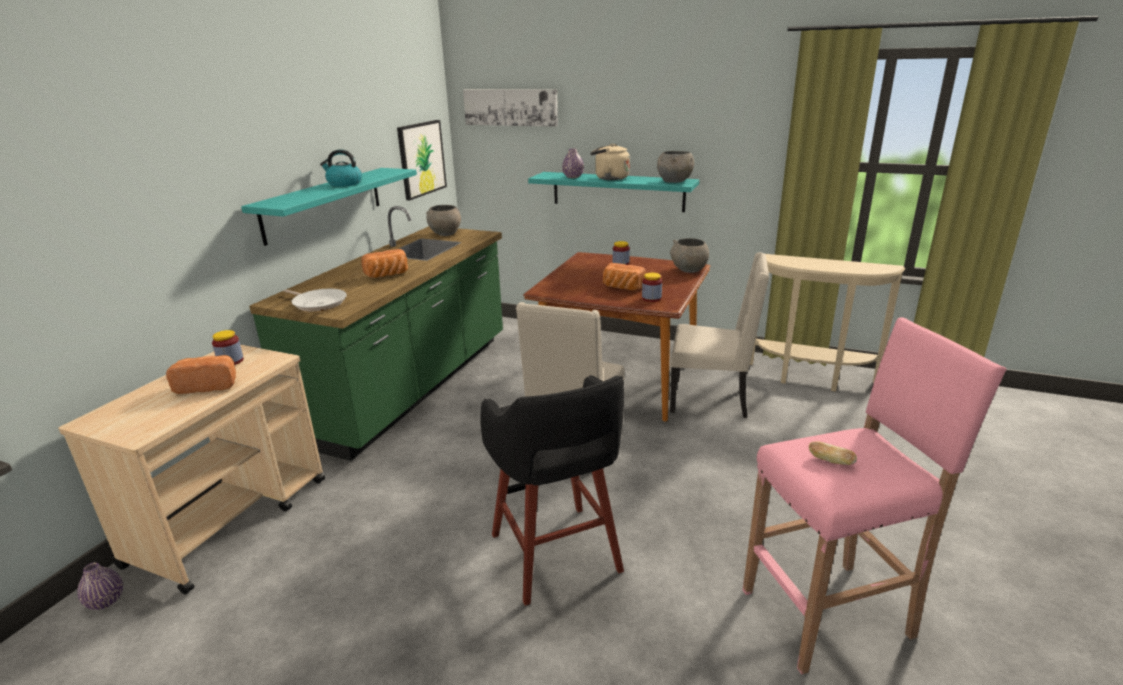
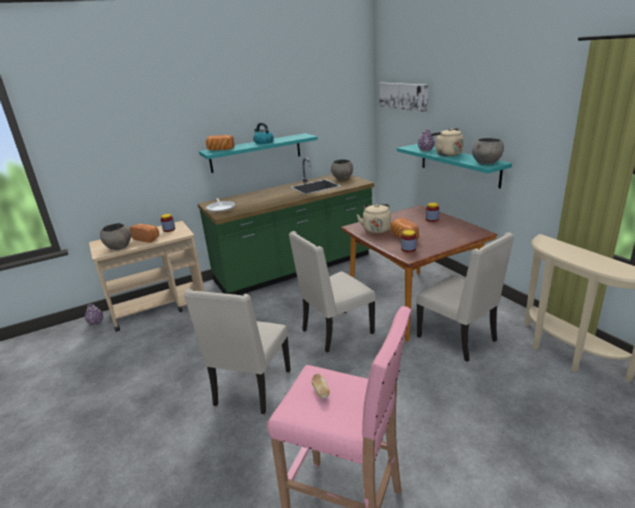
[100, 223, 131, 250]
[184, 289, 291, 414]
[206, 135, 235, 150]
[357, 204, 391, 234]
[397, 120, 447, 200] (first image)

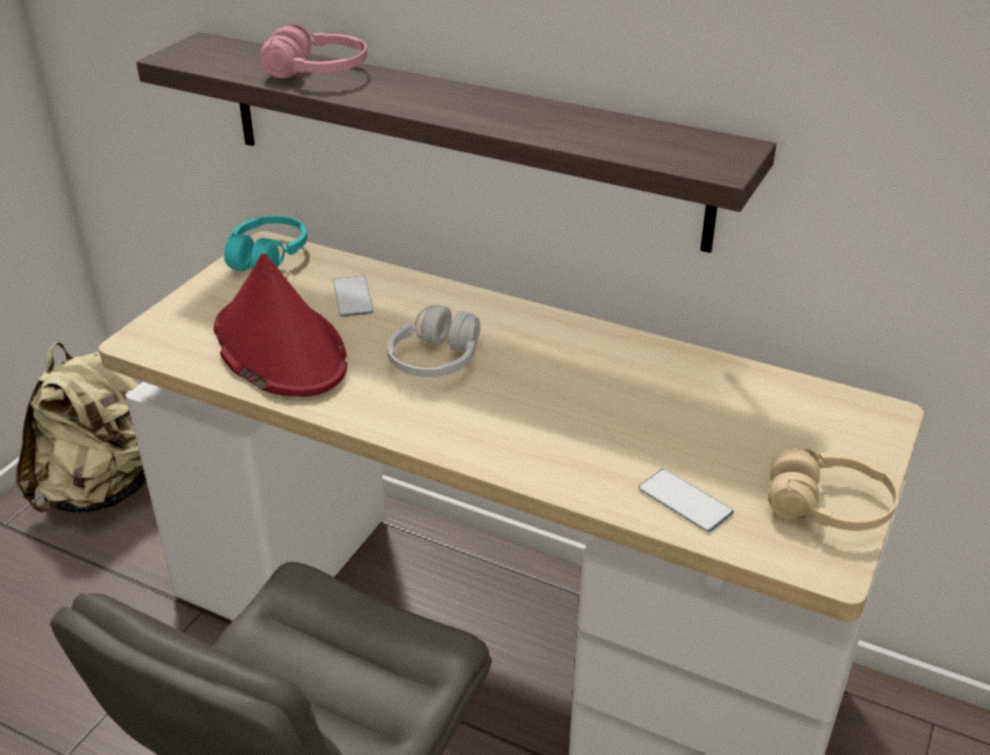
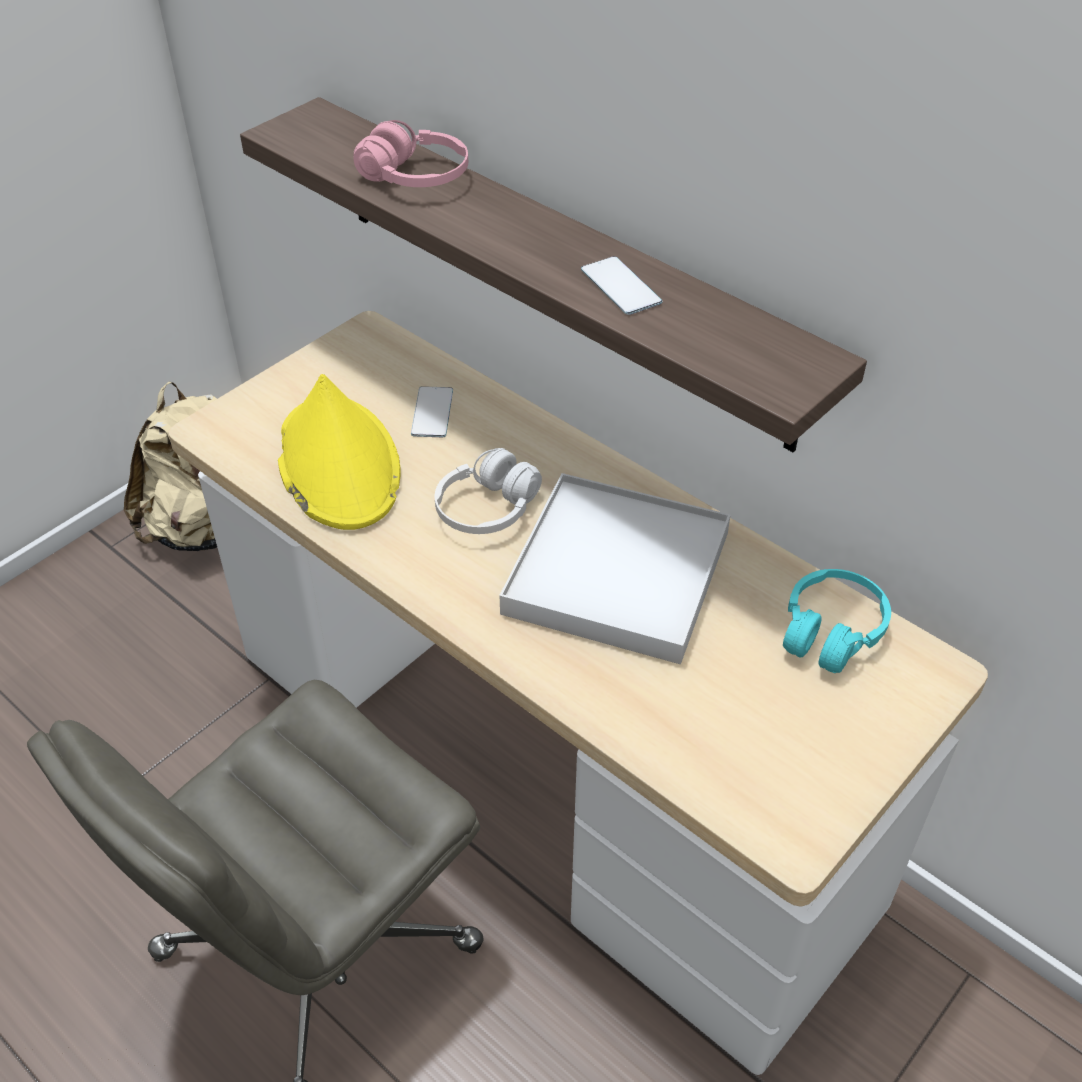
[278, 374, 401, 530]
[499, 473, 730, 664]
[581, 256, 663, 315]
[783, 569, 891, 673]
[768, 448, 898, 531] (first image)

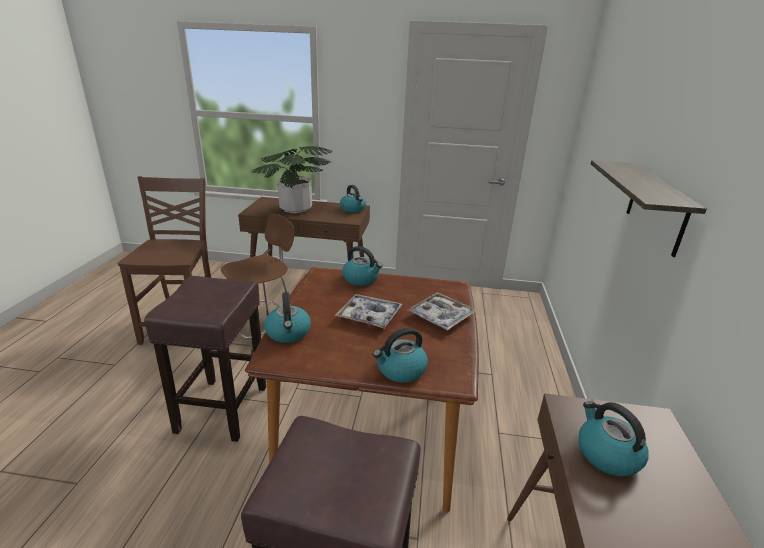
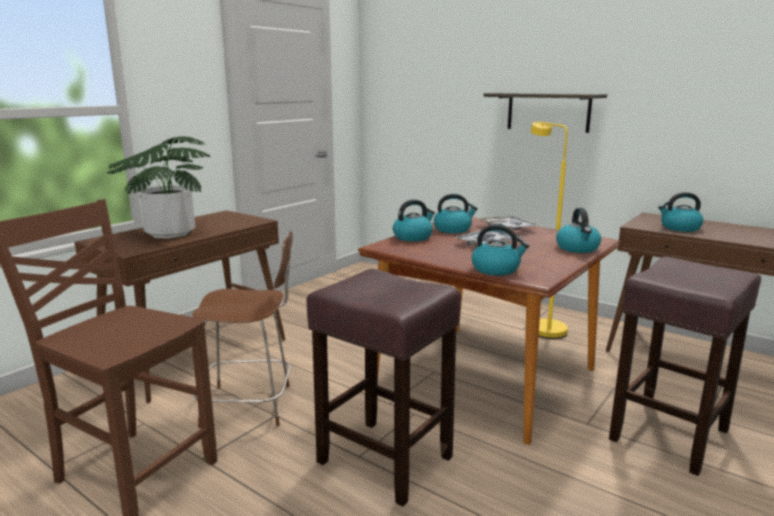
[192, 231, 293, 428]
[434, 194, 478, 233]
[531, 122, 568, 339]

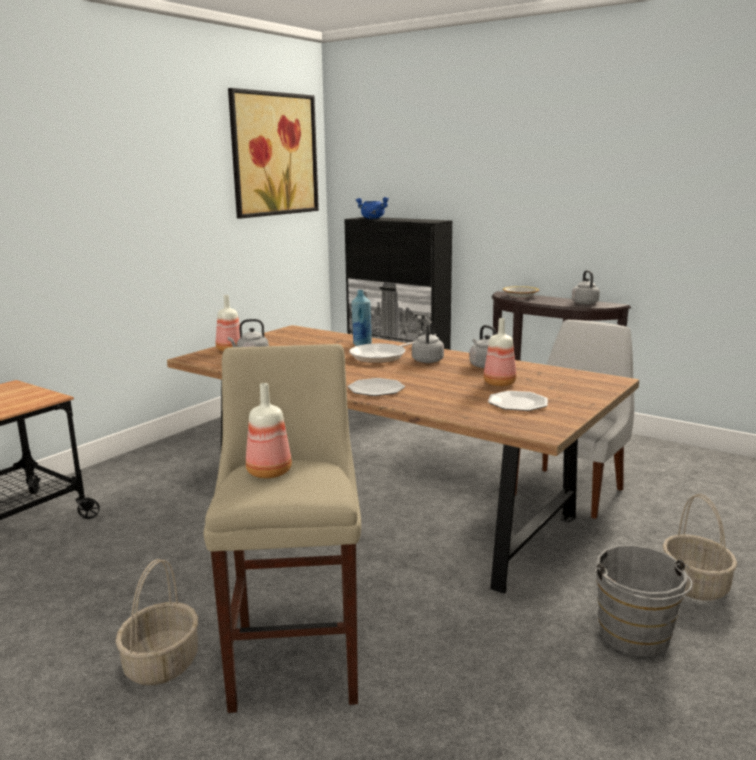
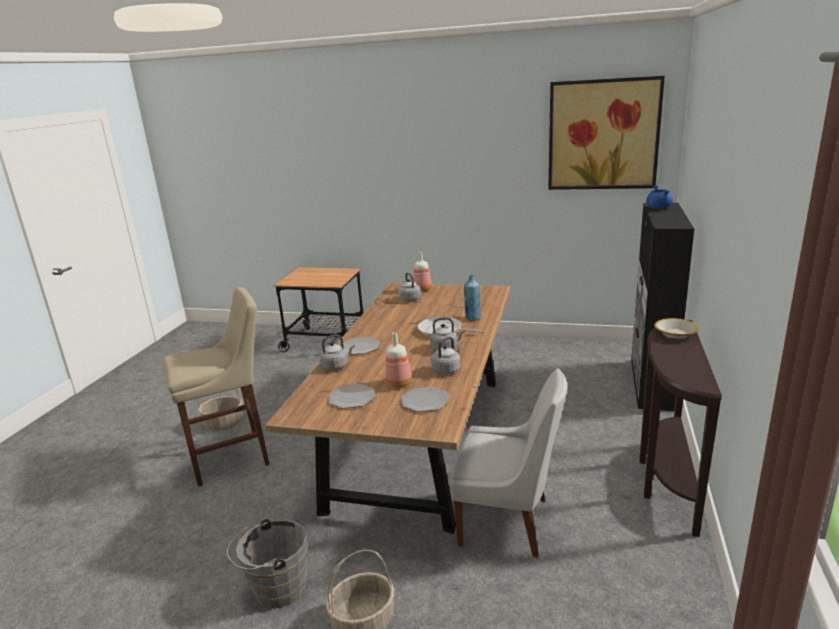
[319, 334, 355, 370]
[401, 387, 449, 412]
[246, 383, 292, 478] (first image)

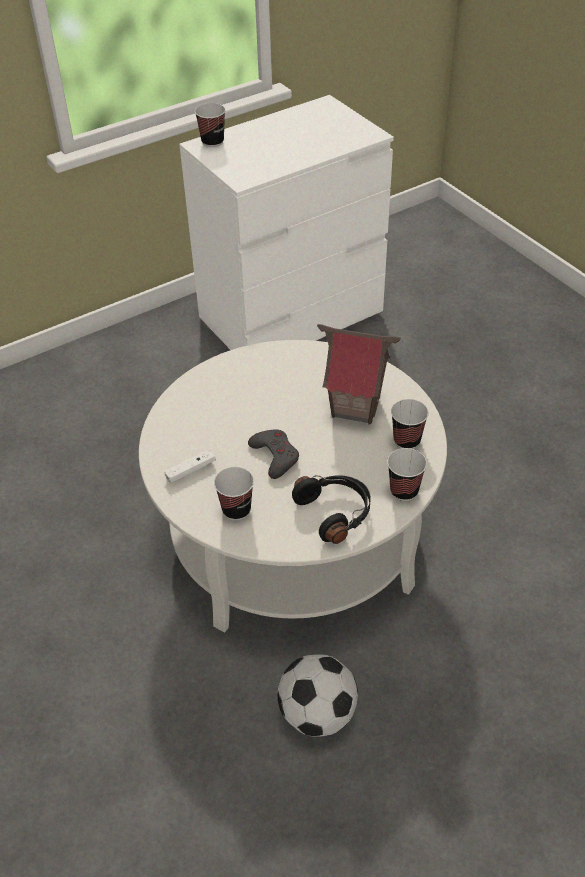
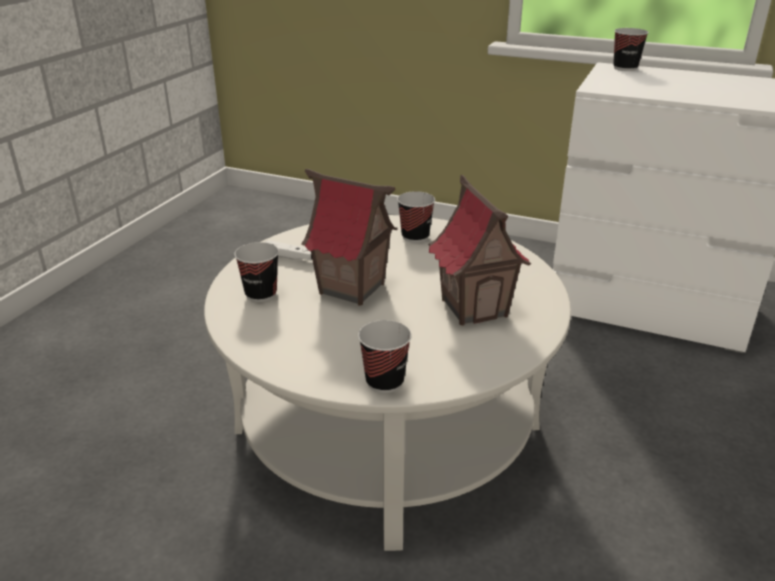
[301, 169, 398, 306]
[397, 191, 435, 243]
[277, 654, 358, 736] (first image)
[292, 475, 371, 544] (first image)

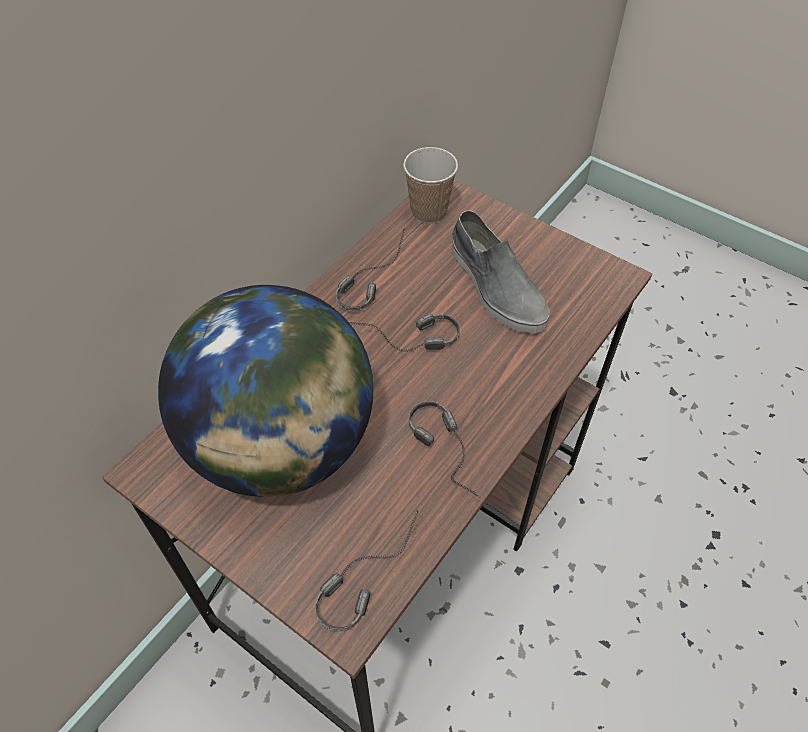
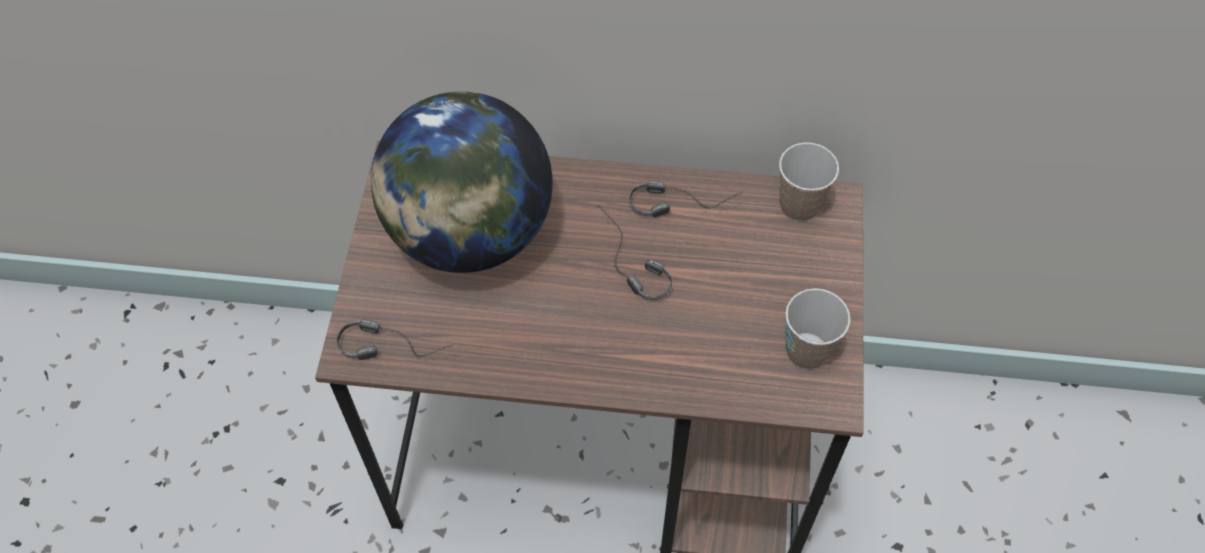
[785, 288, 851, 369]
[409, 401, 482, 498] (first image)
[452, 210, 550, 333] (first image)

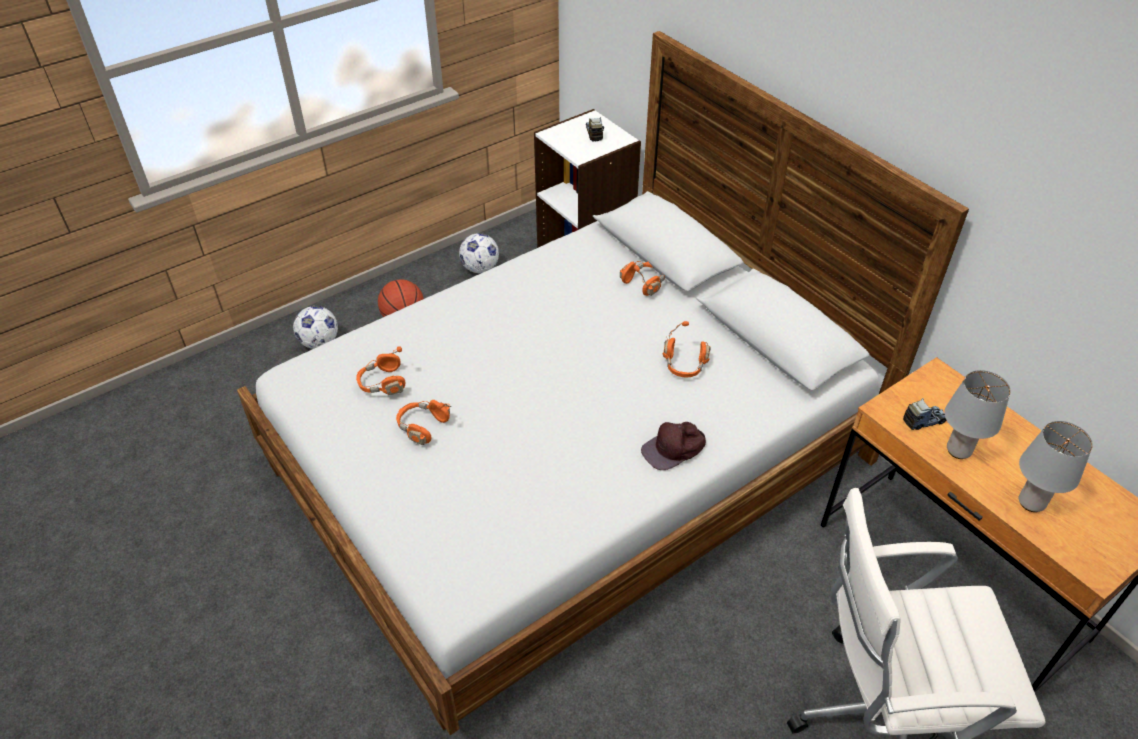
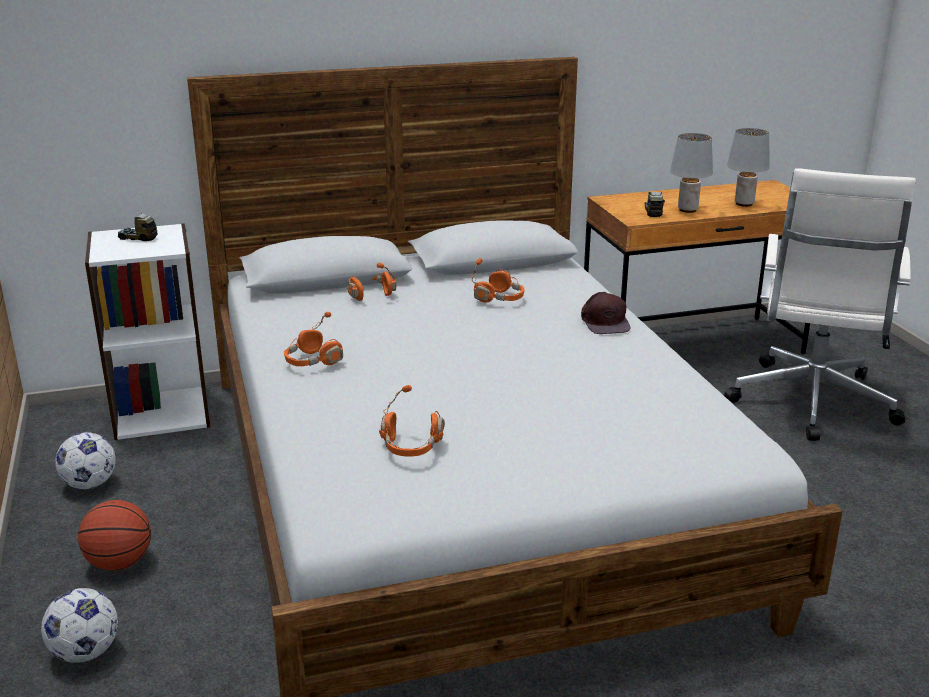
[284, 312, 343, 366]

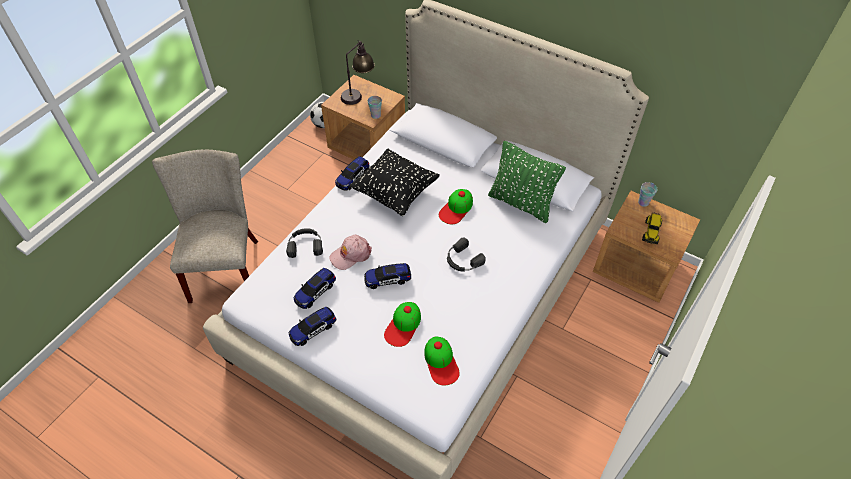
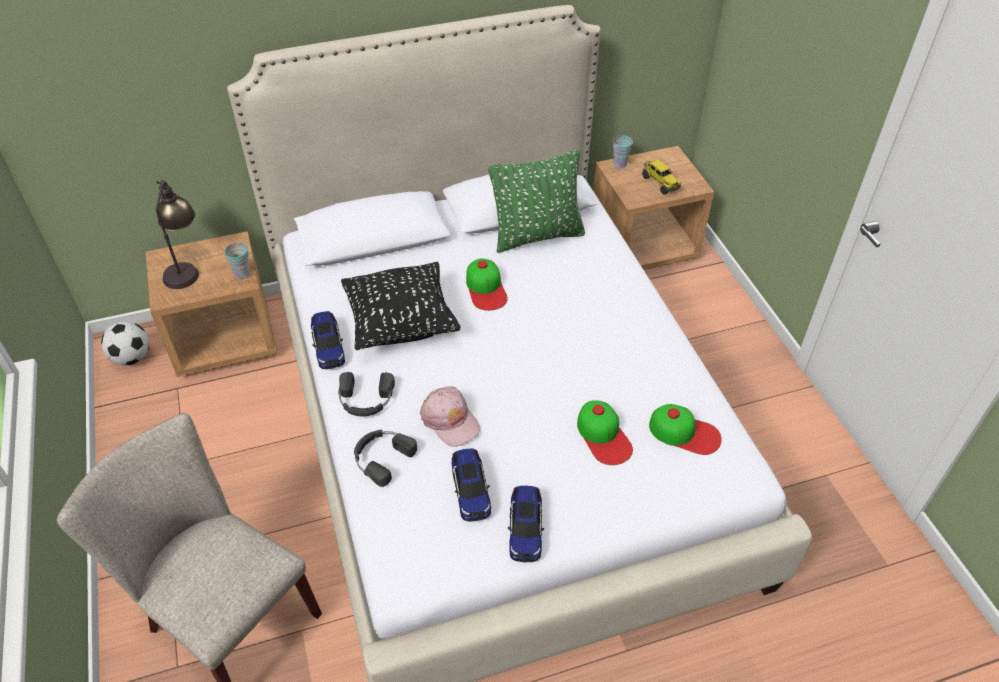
[338, 372, 395, 416]
[420, 386, 481, 447]
[364, 263, 411, 289] (first image)

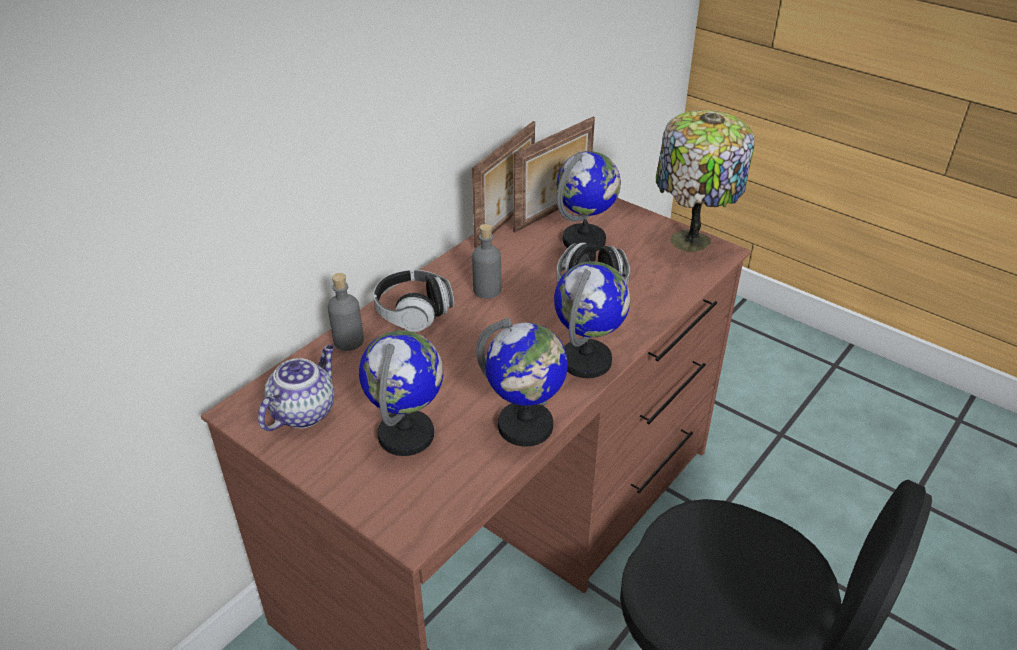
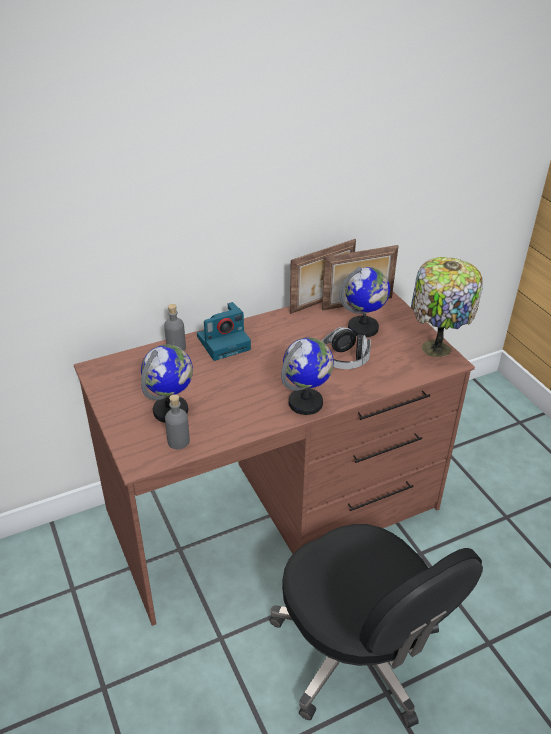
[165, 394, 190, 449]
[197, 302, 251, 361]
[258, 345, 334, 431] (first image)
[476, 318, 568, 447] (first image)

